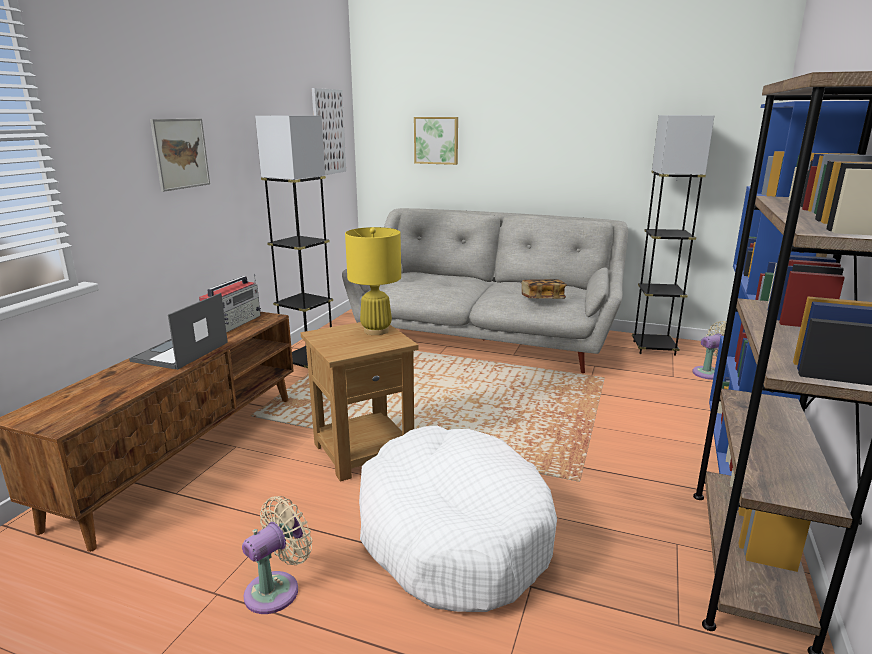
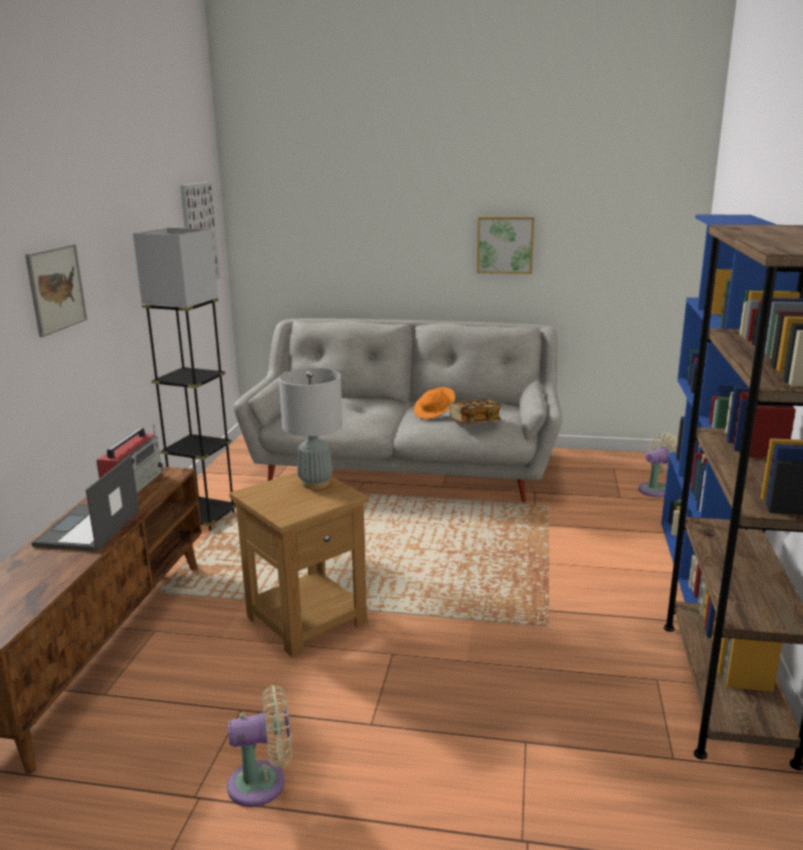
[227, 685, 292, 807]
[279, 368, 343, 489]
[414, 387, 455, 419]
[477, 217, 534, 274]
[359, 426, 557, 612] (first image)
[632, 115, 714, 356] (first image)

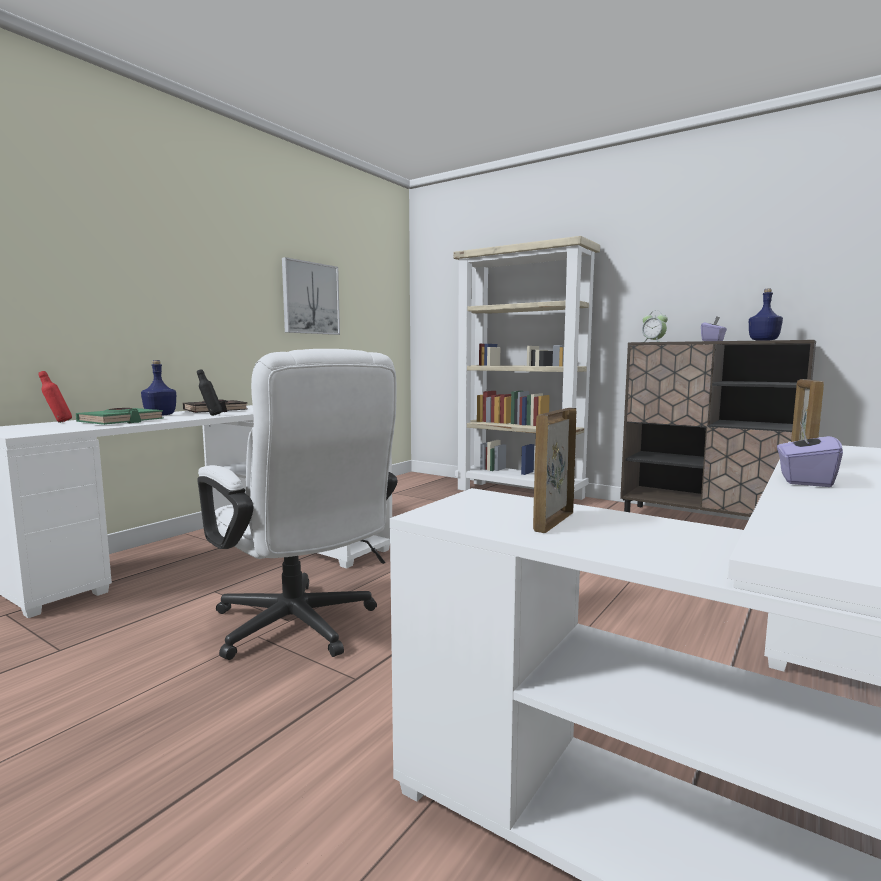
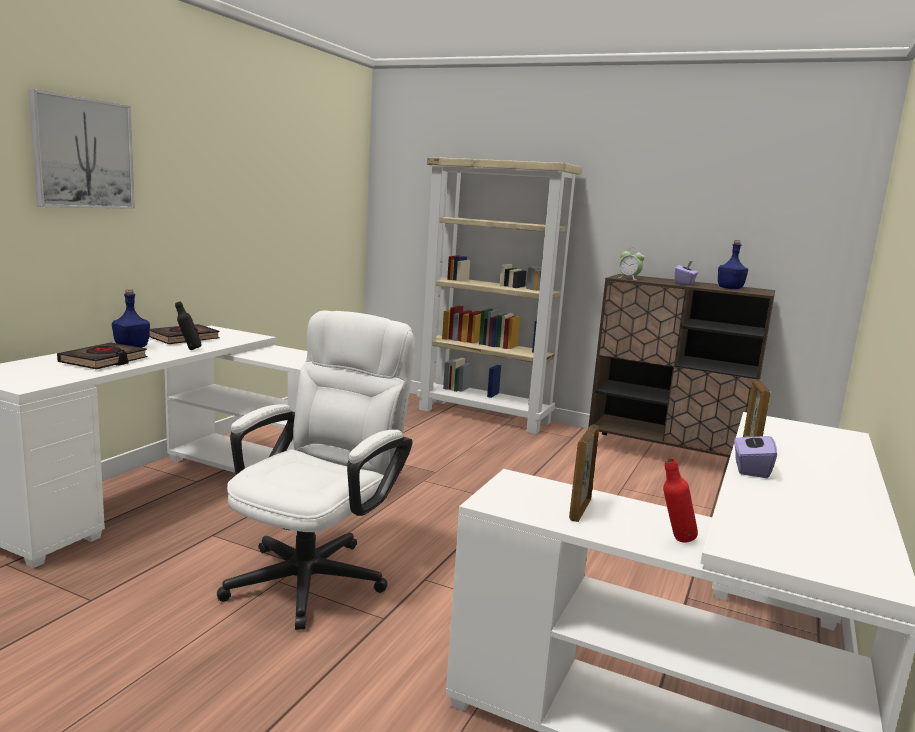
[29, 89, 135, 209]
[57, 342, 147, 370]
[217, 311, 415, 630]
[663, 458, 698, 542]

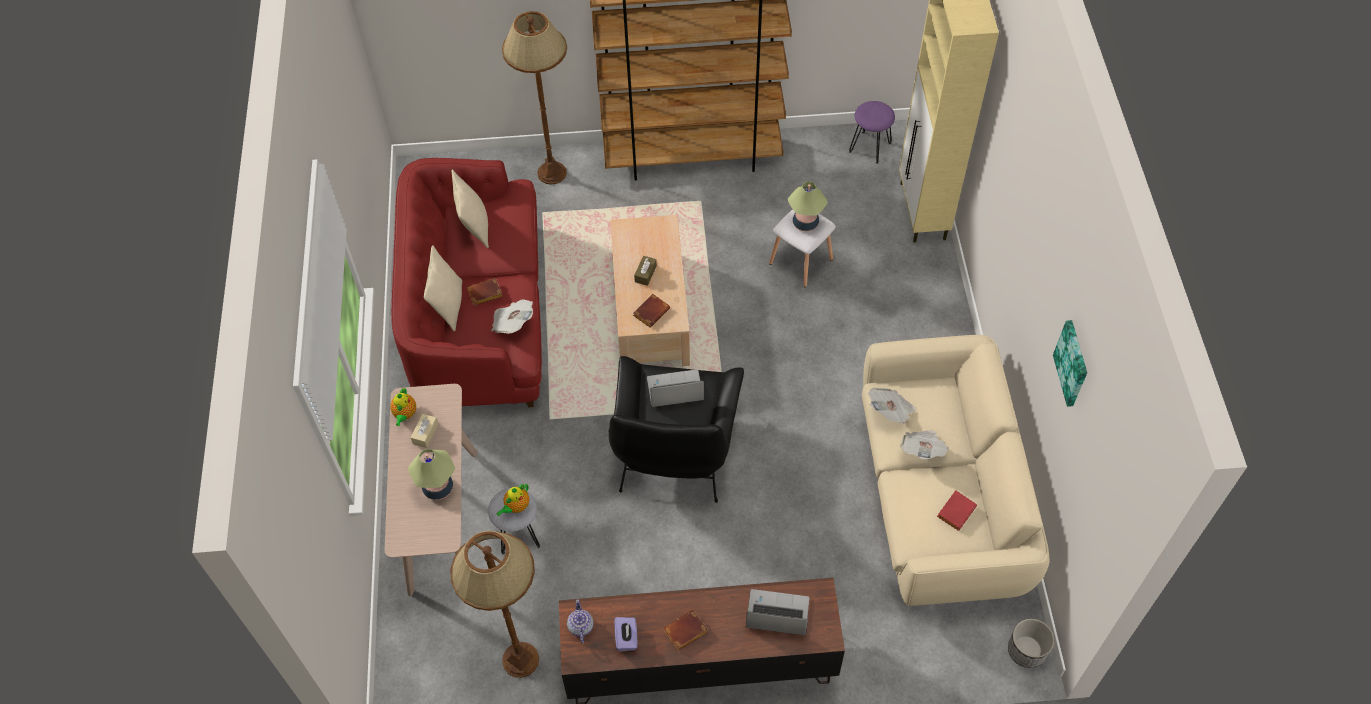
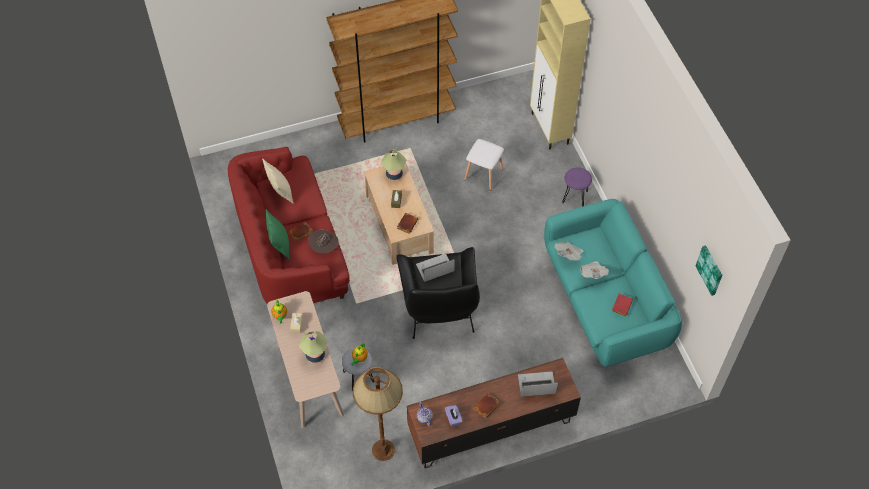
[265, 209, 289, 260]
[308, 229, 339, 253]
[381, 149, 406, 181]
[544, 199, 682, 367]
[562, 168, 592, 207]
[696, 245, 722, 296]
[502, 11, 567, 185] (first image)
[1008, 618, 1054, 668] (first image)

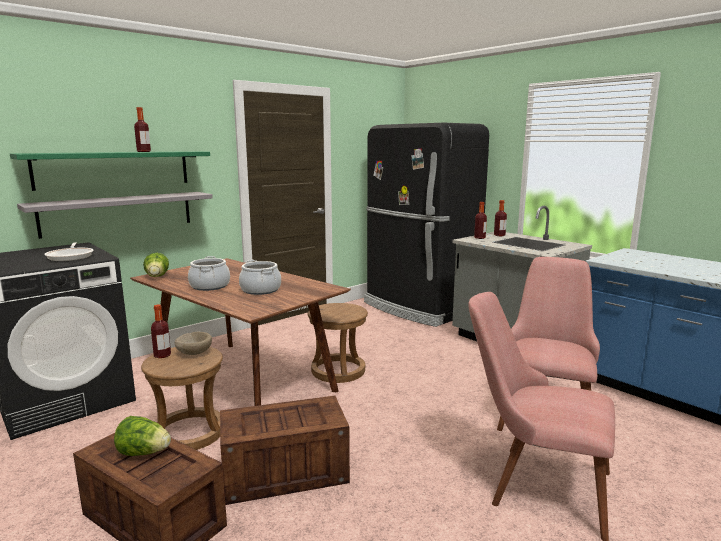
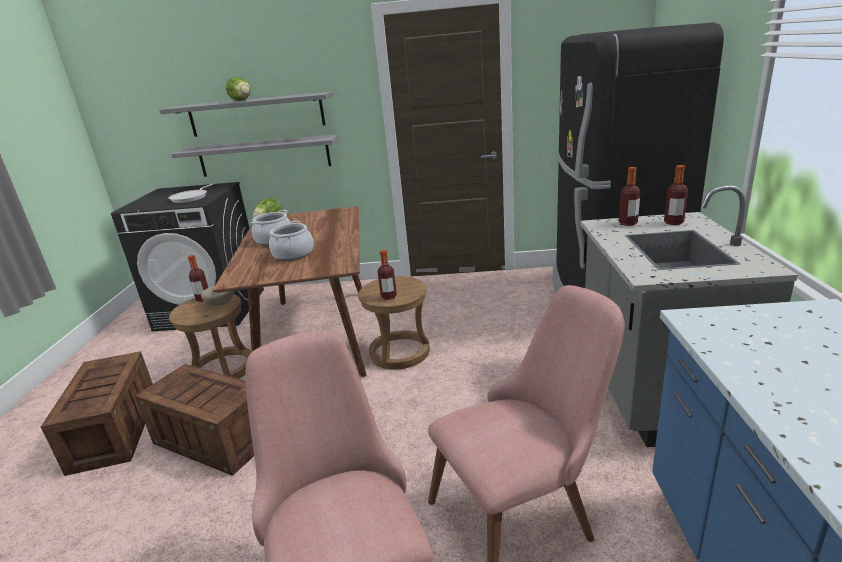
[159, 91, 333, 137]
[226, 77, 251, 101]
[378, 250, 397, 300]

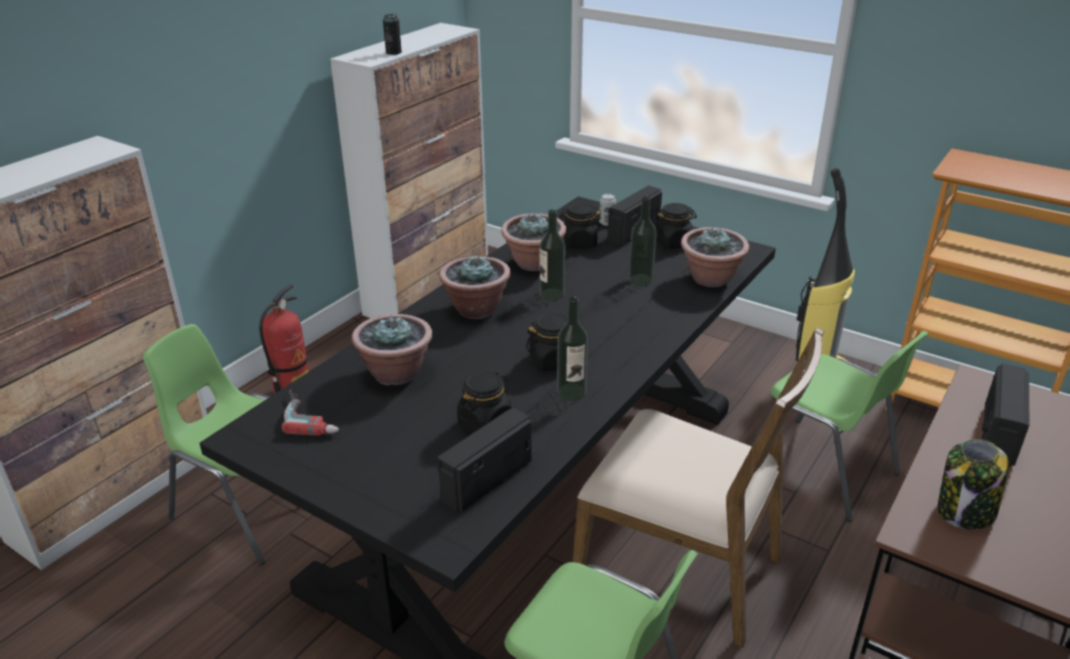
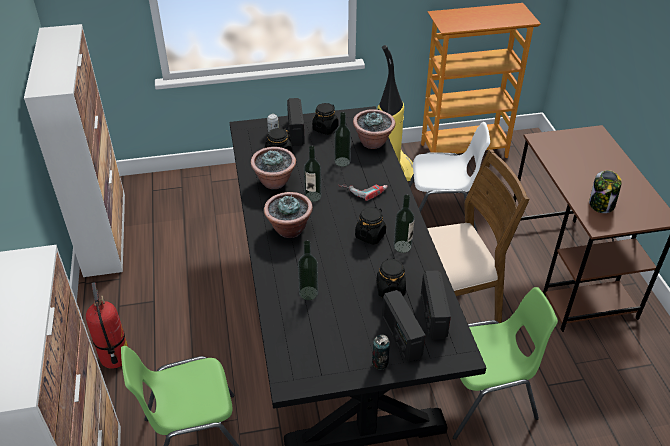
[298, 240, 318, 300]
[339, 185, 388, 201]
[372, 334, 390, 370]
[382, 290, 426, 362]
[409, 122, 490, 233]

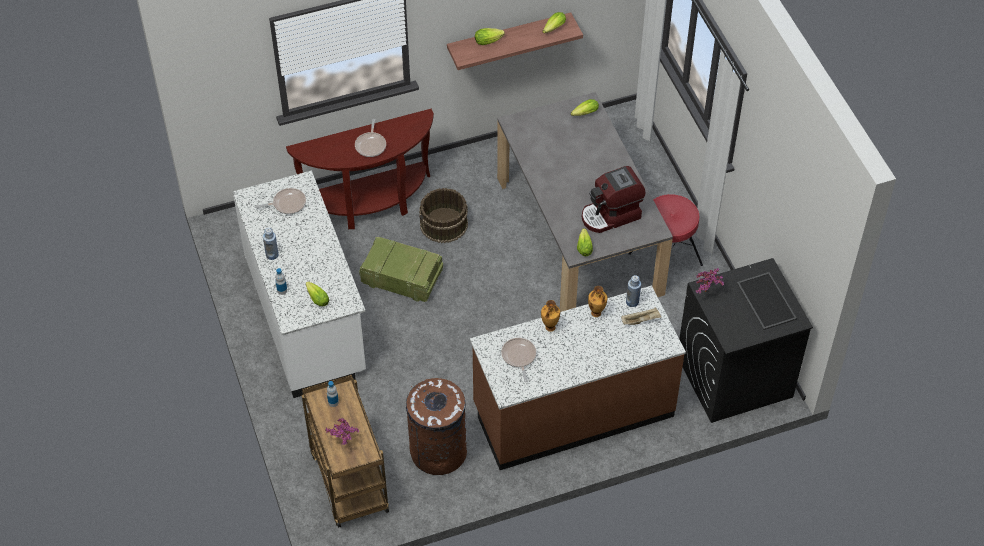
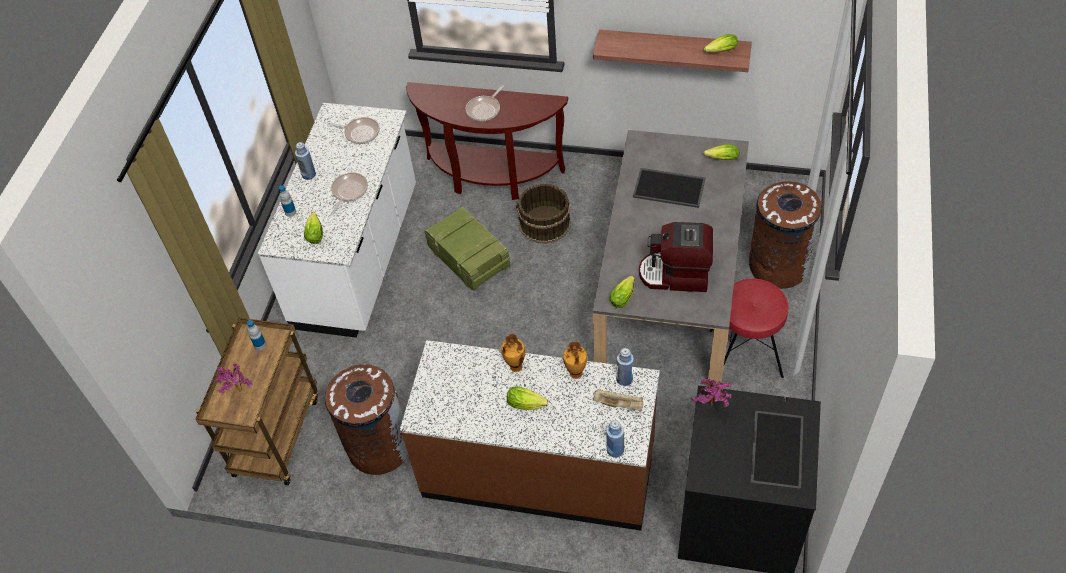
[331, 172, 368, 214]
[507, 386, 548, 410]
[606, 420, 624, 458]
[633, 168, 705, 208]
[749, 180, 821, 289]

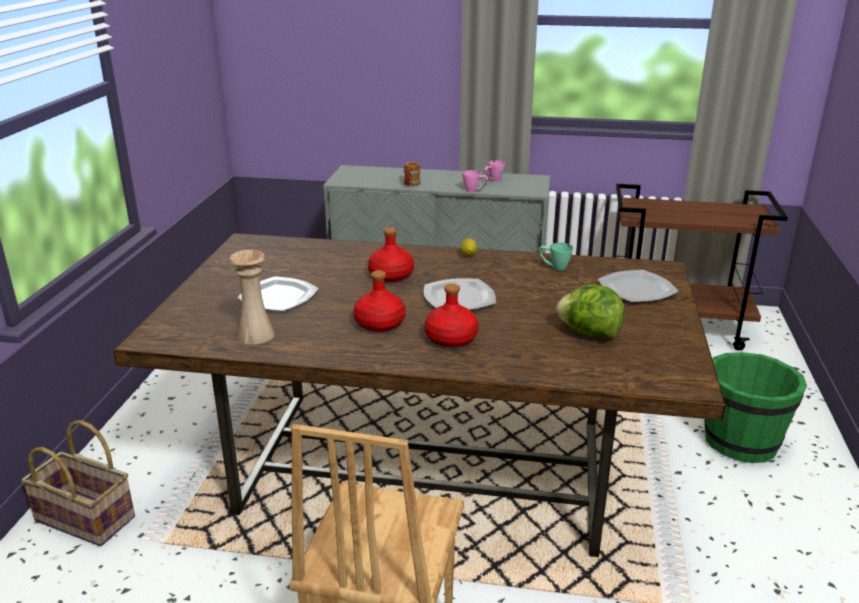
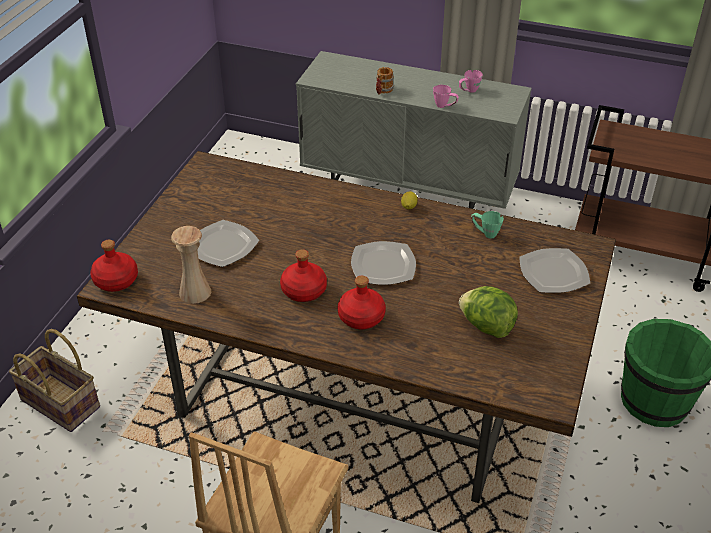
[90, 240, 138, 292]

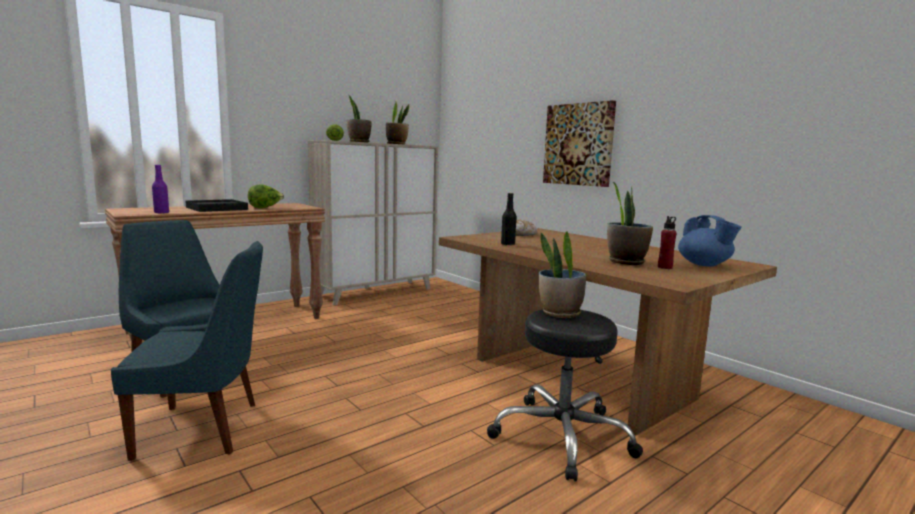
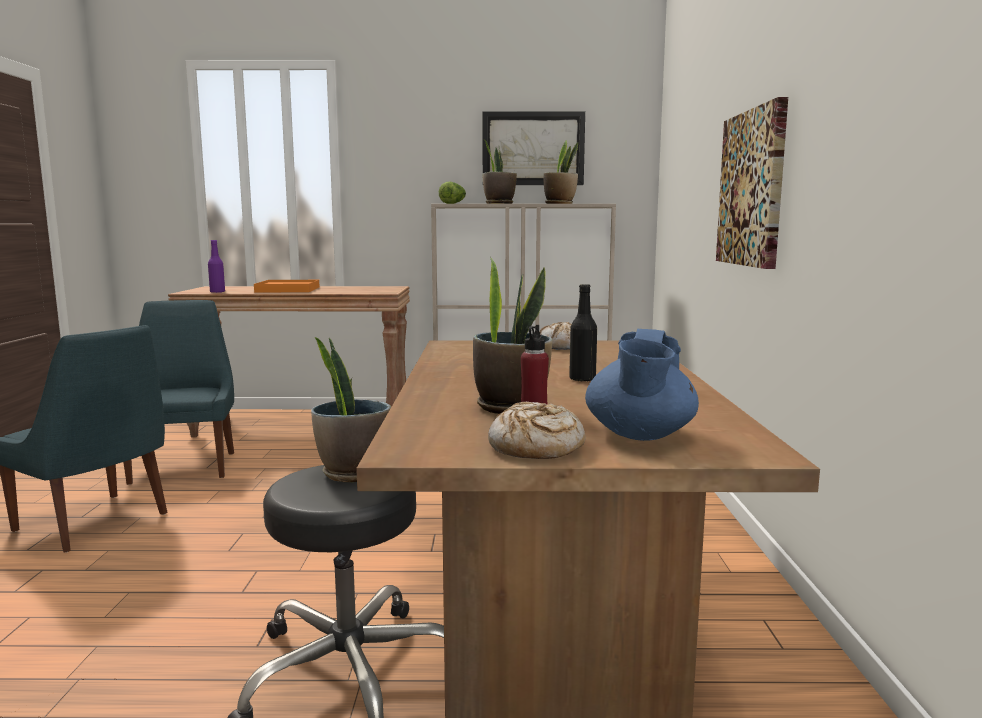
[254, 280, 320, 292]
[483, 111, 585, 185]
[488, 402, 585, 459]
[569, 284, 597, 382]
[248, 184, 284, 208] (first image)

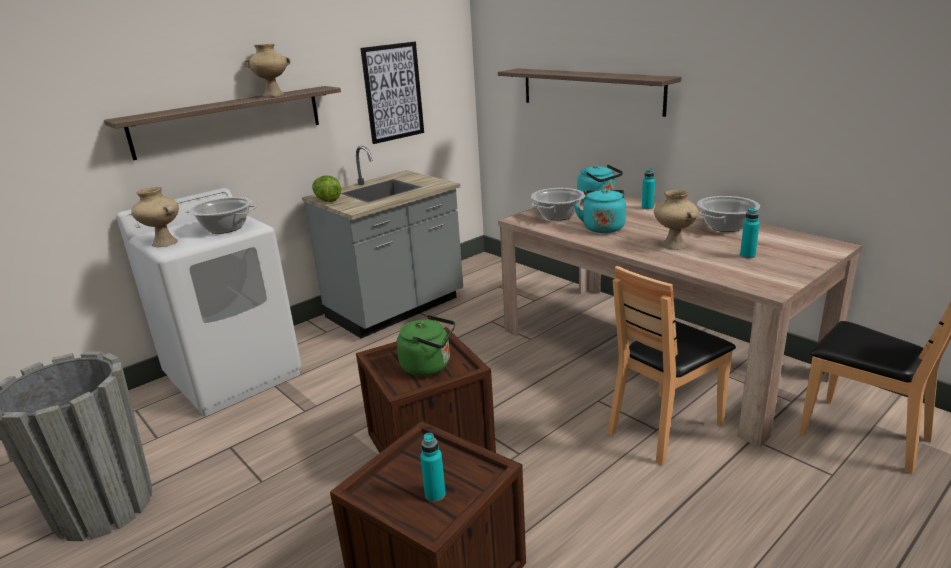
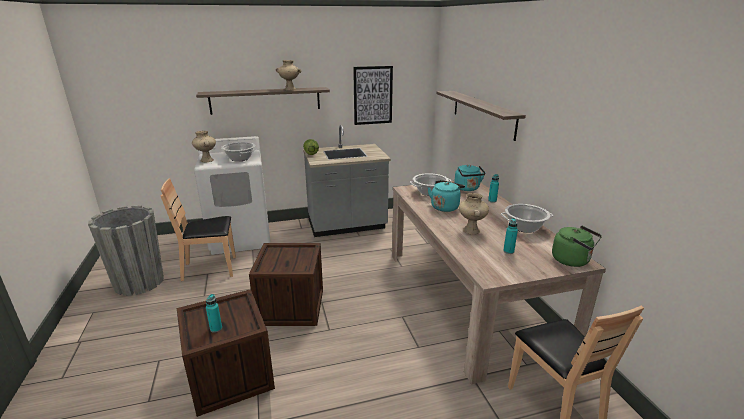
[161, 178, 236, 281]
[552, 225, 602, 267]

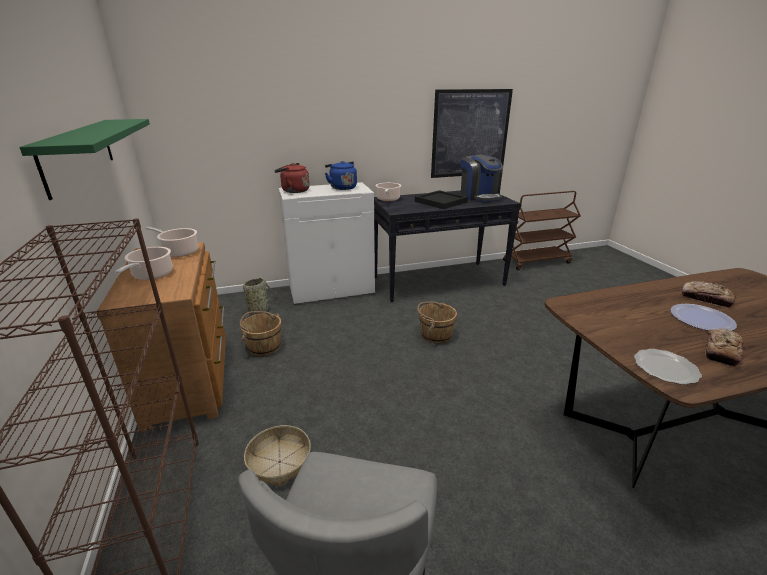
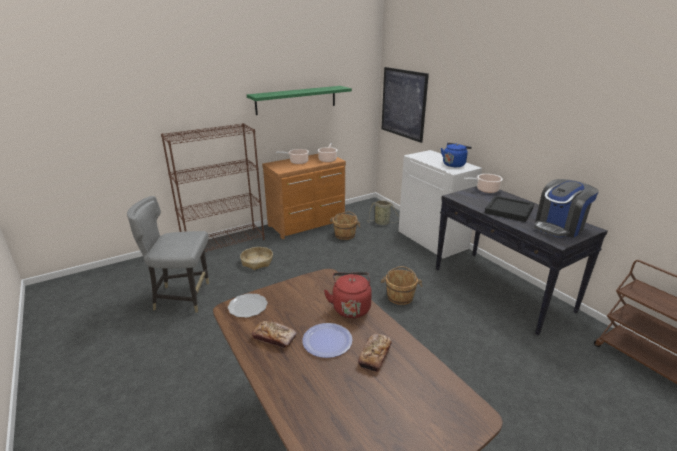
[324, 272, 372, 318]
[382, 67, 429, 143]

